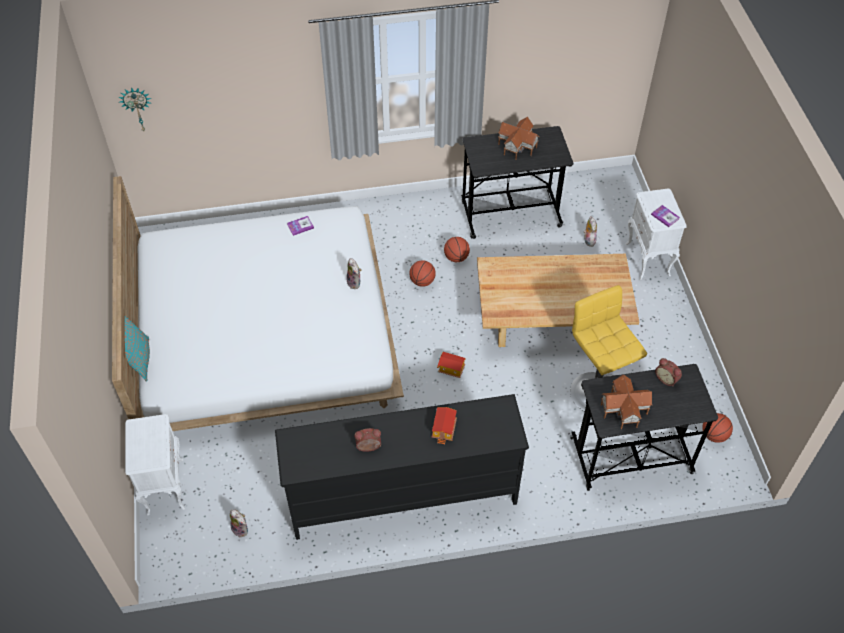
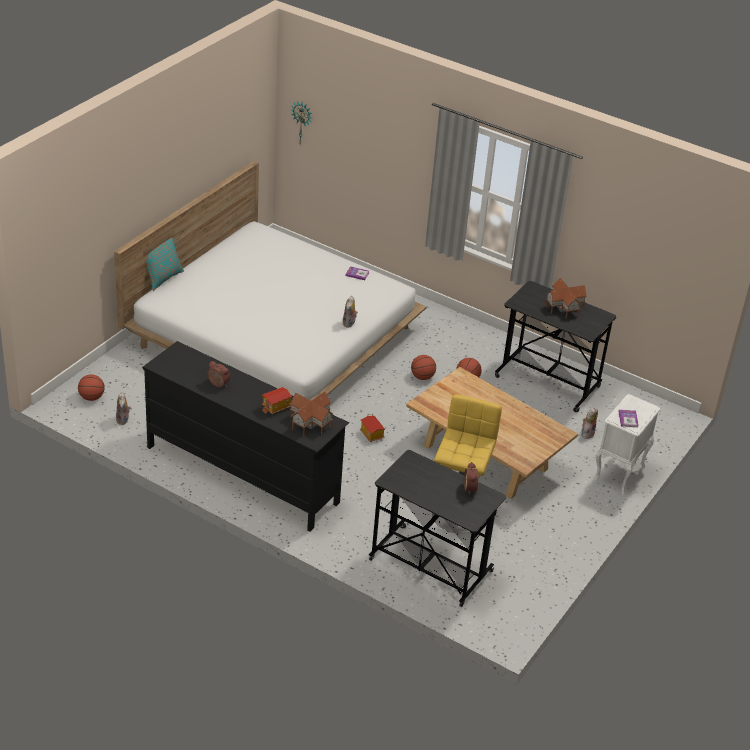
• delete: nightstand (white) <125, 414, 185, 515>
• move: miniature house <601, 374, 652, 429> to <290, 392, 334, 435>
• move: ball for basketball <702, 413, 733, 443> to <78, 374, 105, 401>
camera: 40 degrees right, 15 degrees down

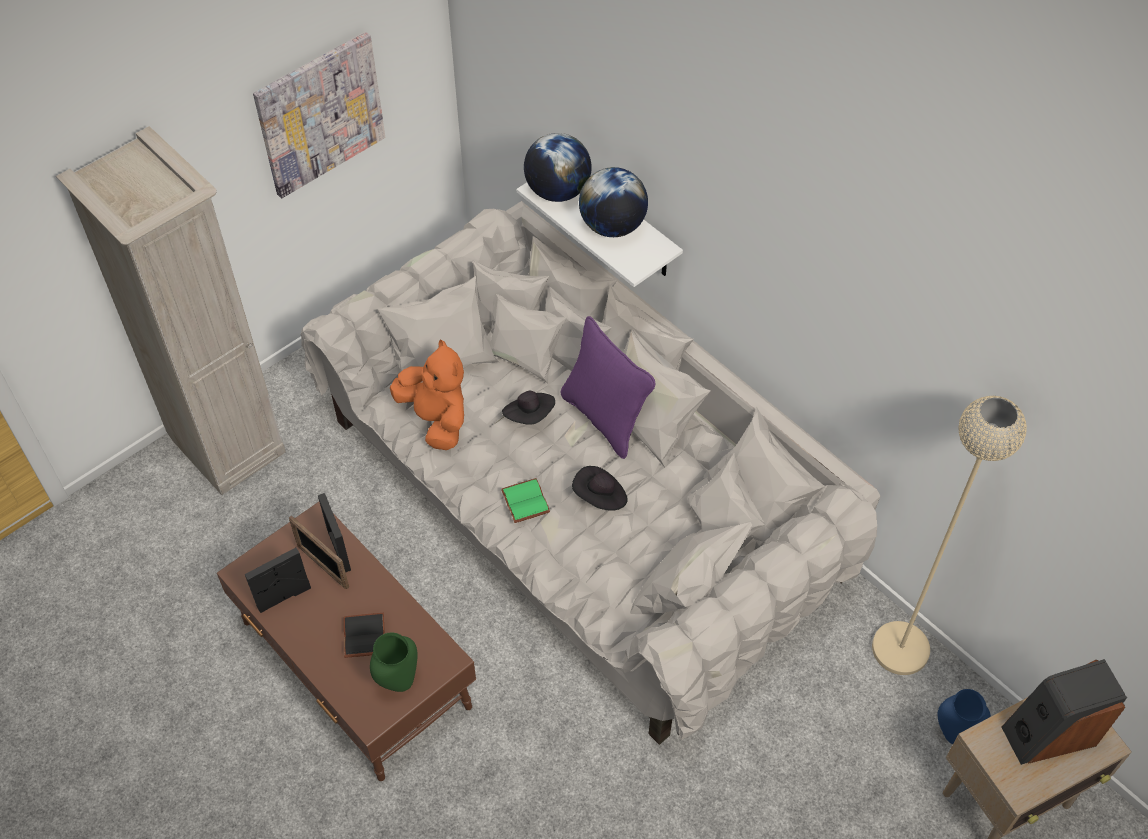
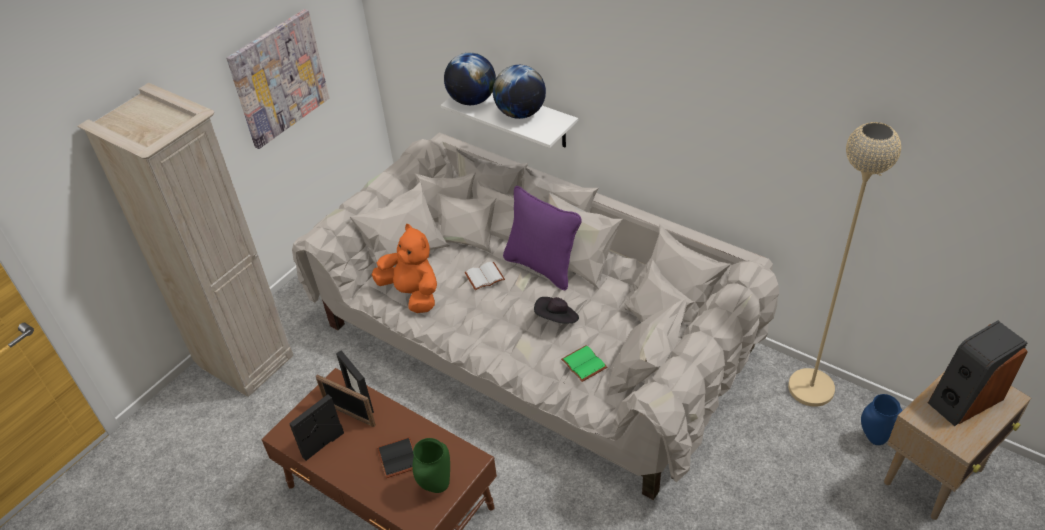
• move: volume (green) <501, 478, 550, 523> to <561, 345, 607, 382>
• replace: wearable hat (blackish) <502, 391, 555, 425> to volume (white) <464, 262, 505, 290>
camera: 10 degrees left, 10 degrees down

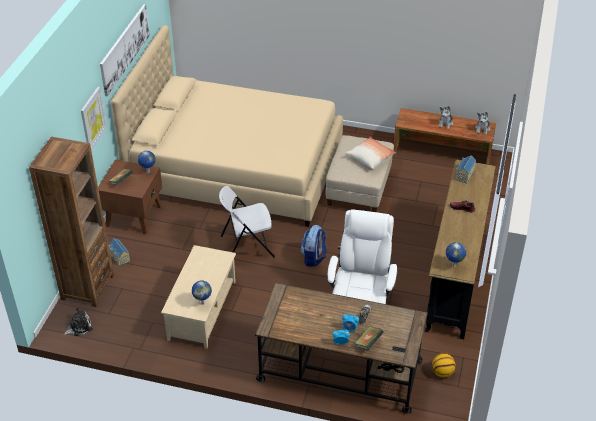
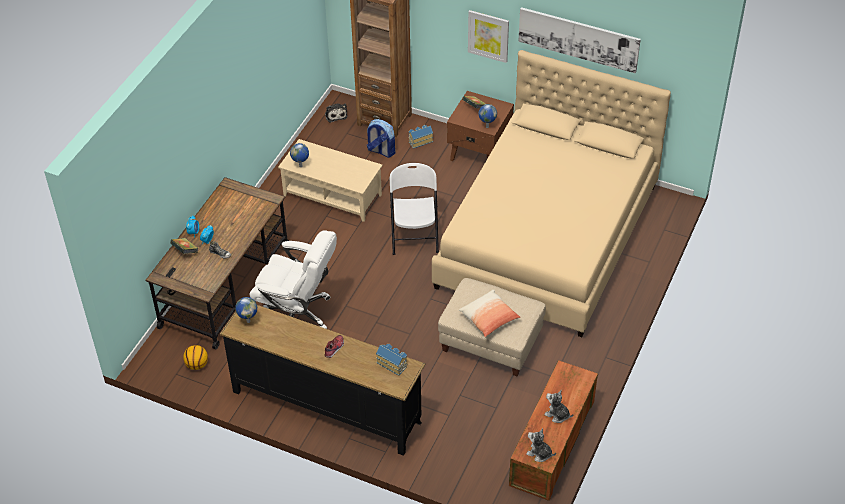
• move: rucksack <301, 225, 326, 267> to <367, 119, 395, 158>
camera: 100 degrees right, 5 degrees up

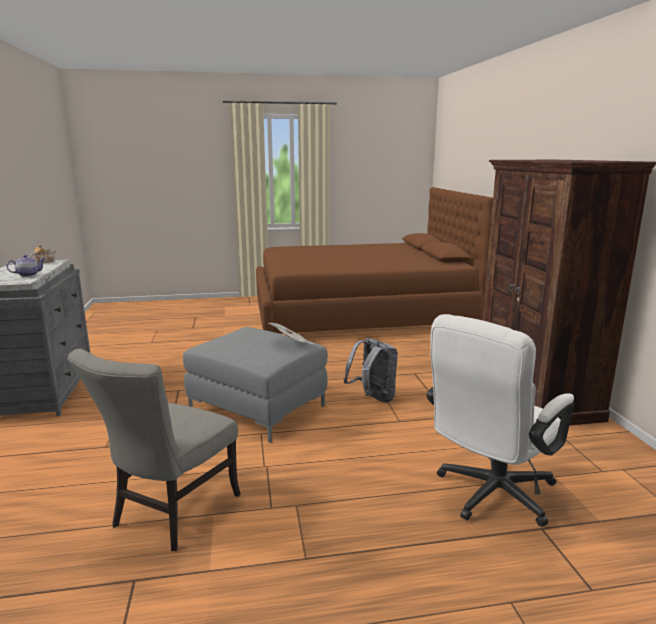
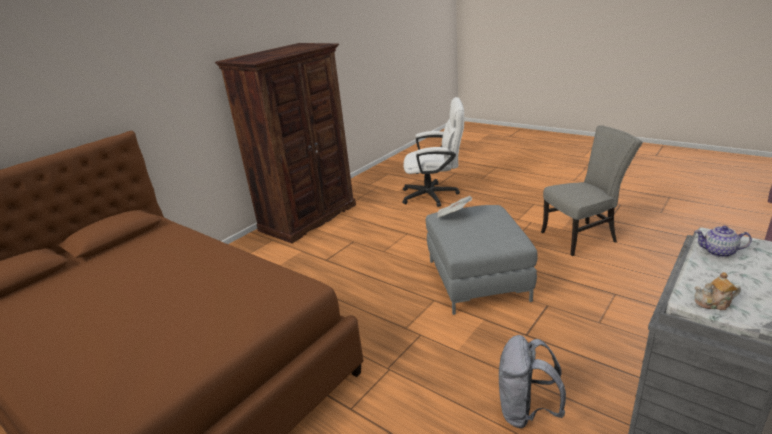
• move: rucksack (gray) <344, 338, 398, 403> to <499, 335, 566, 428>
camera: 130 degrees left, 10 degrees up

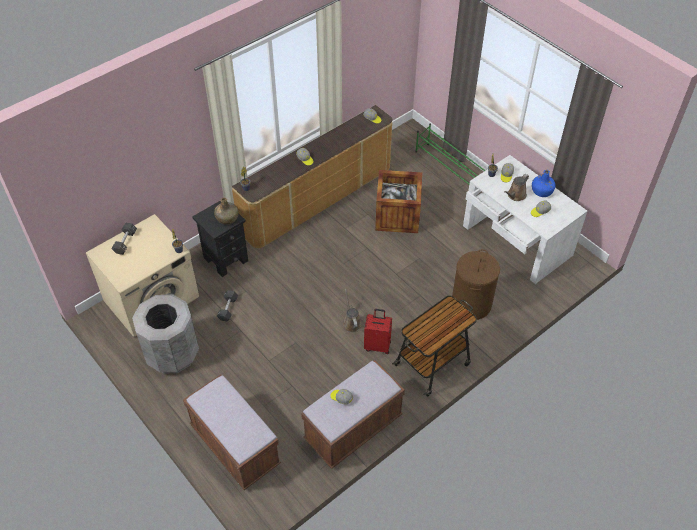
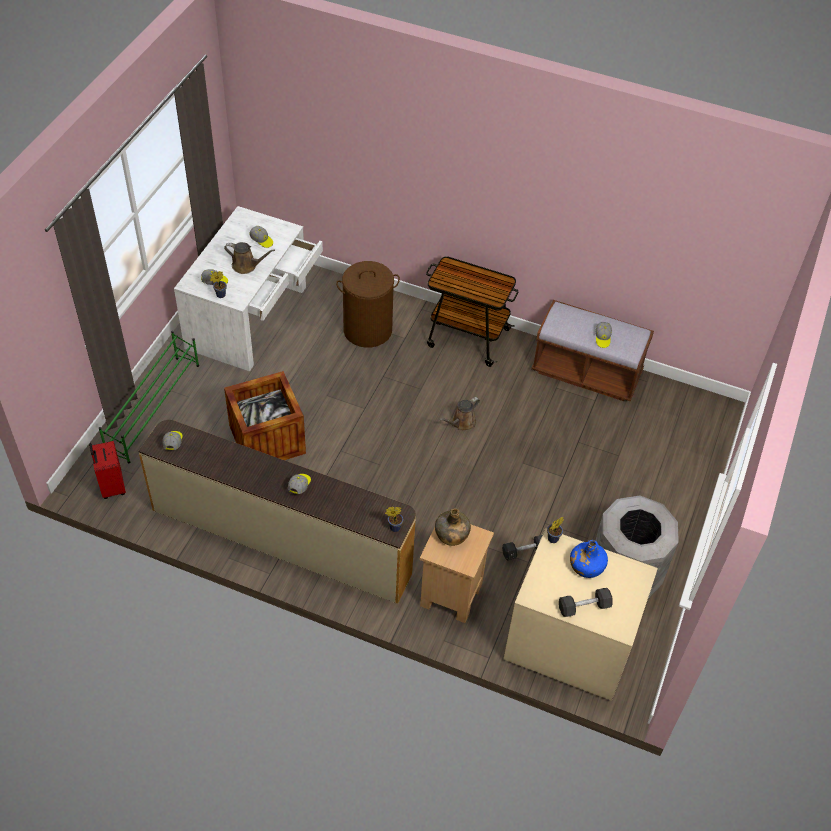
• delete: bench (brown-coloured) <183, 374, 281, 490>
• recolor: nightstand (blackish) <192, 201, 248, 277> to nightstand (beige) <420, 525, 494, 623>
• move: travel case (reddish) <364, 309, 392, 354> to <89, 441, 126, 499>
• move: bottle (blue) <532, 170, 555, 197> to <570, 540, 608, 578>
camera: 120 degrees left, 0 degrees up

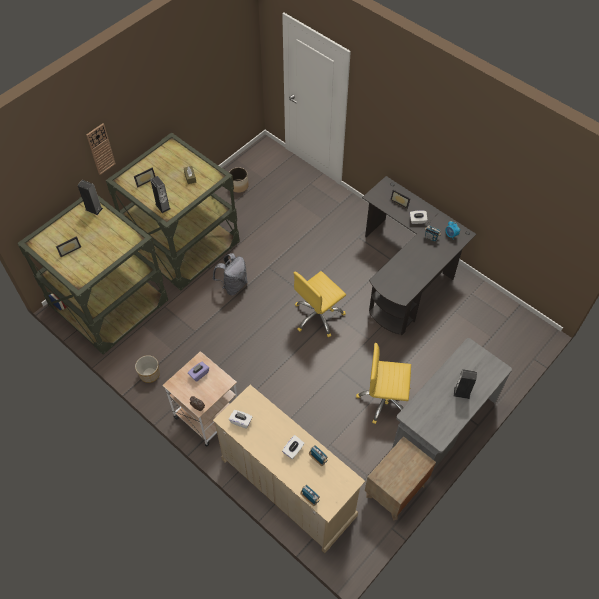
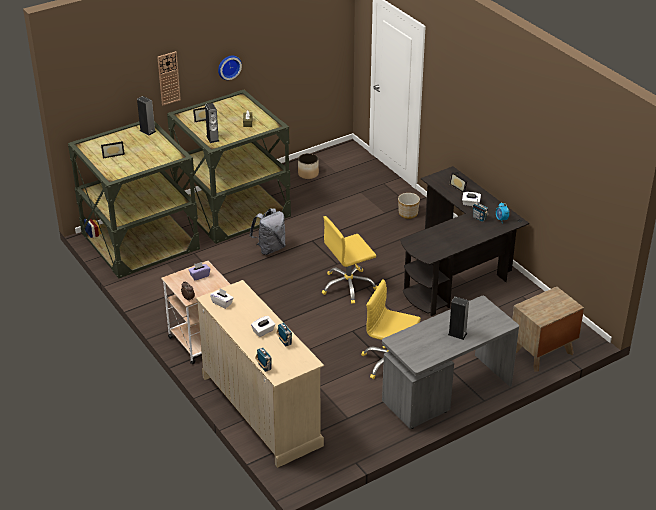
• move: plant pot <135, 355, 160, 383> to <398, 193, 420, 219>
• move: nightstand (brown-coloured) <365, 436, 436, 520> to <512, 287, 584, 371>
• insert: clock on the wall <218, 56, 242, 80>
camera: 15 degrees right, 20 degrees down

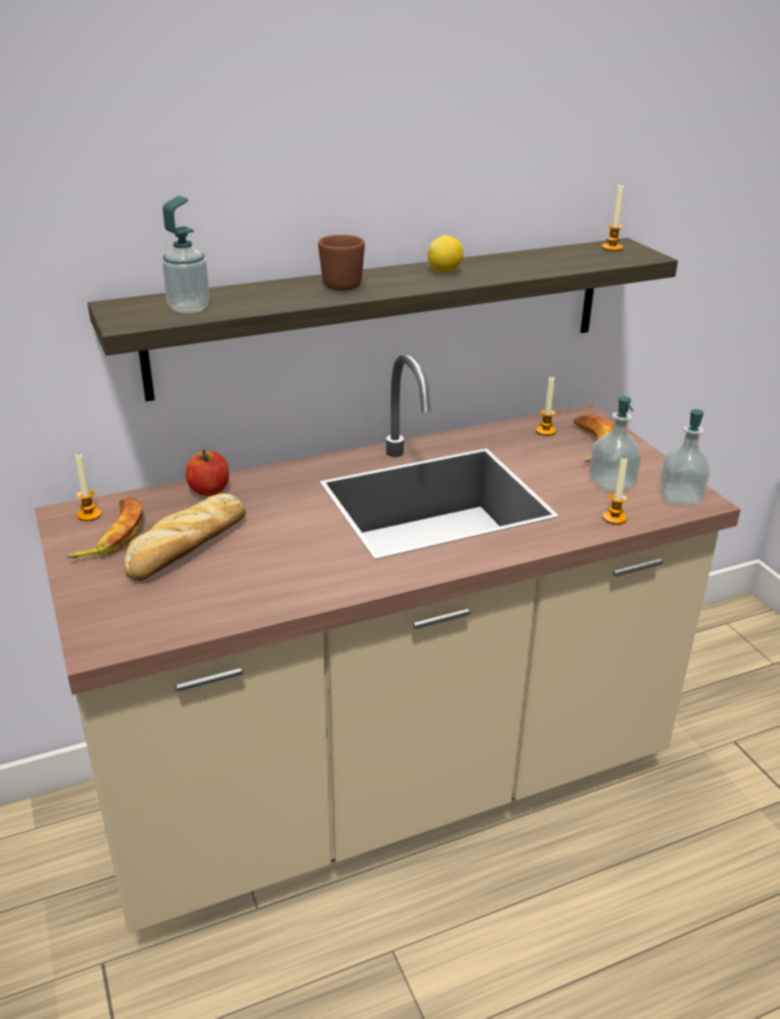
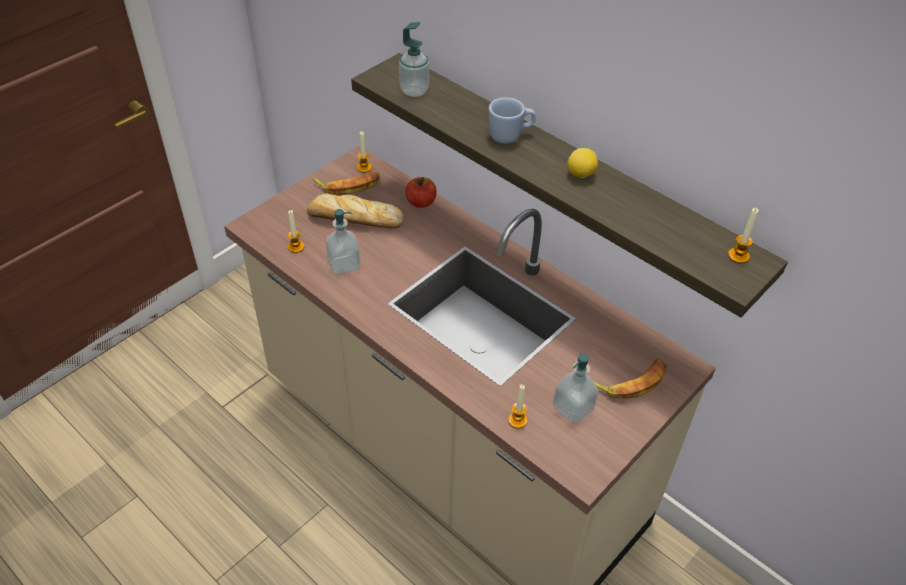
• recolor: coffee mug (brown-coloured) <318, 235, 365, 291> to coffee mug (blue) <489, 97, 536, 144>
• move: wax light <536, 377, 556, 436> to <288, 210, 304, 253>
• move: soap dispenser <659, 409, 710, 506> to <326, 209, 361, 274>
camera: 65 degrees right, 15 degrees up

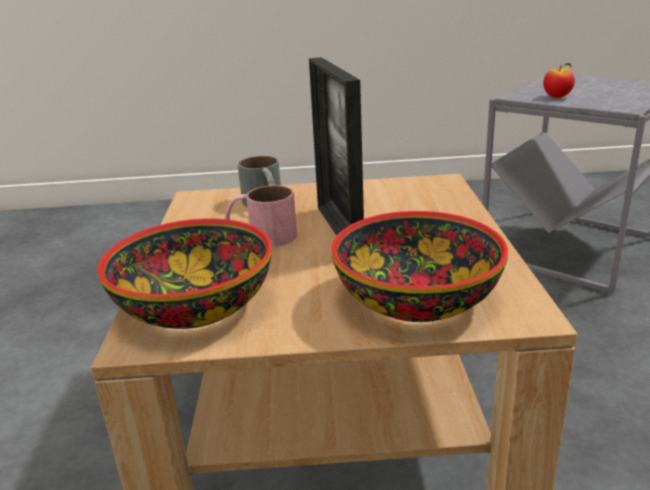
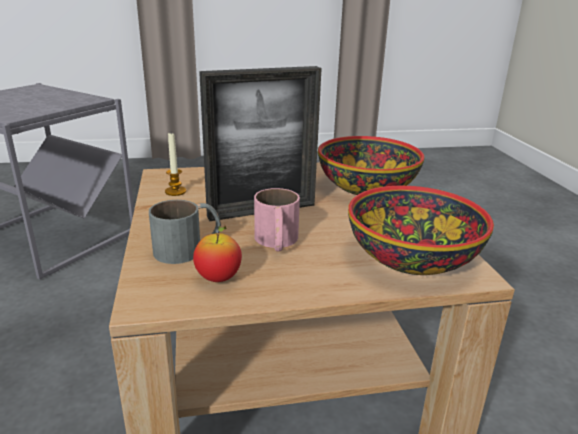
• move: whole apple <543, 63, 575, 98> to <193, 225, 242, 282>
• insert: wax light <165, 133, 186, 196>
camera: 100 degrees left, 0 degrees up

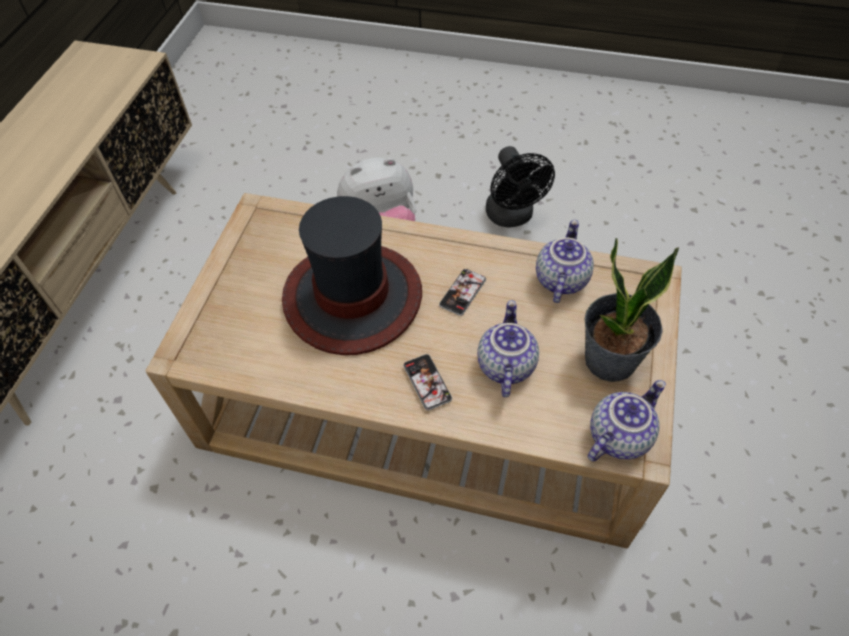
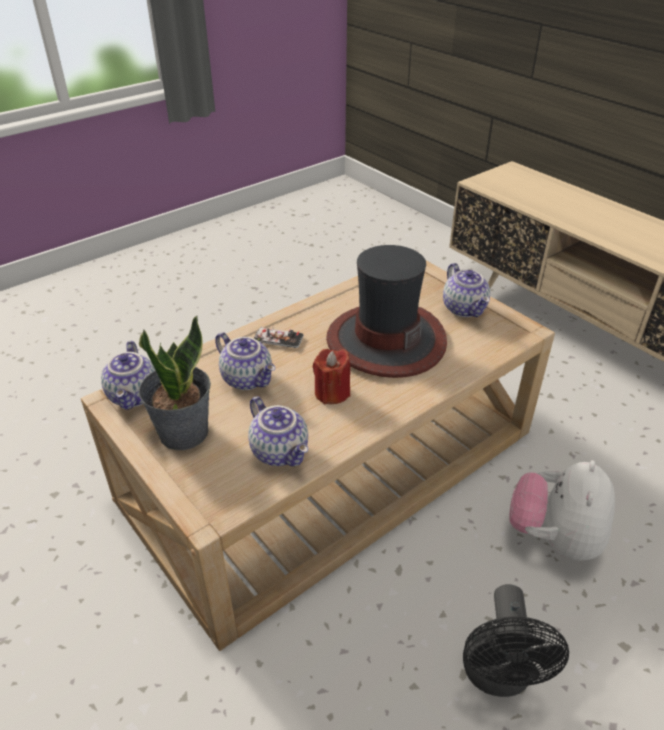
• replace: telephone <439, 269, 486, 316> to wax light (reddish) <313, 349, 350, 404>
• rotate: electric fan (blackish) <486, 146, 555, 228> = <463, 584, 569, 697> 105 degrees counterclockwise
• insert: teapot <443, 263, 490, 317>
camera: 125 degrees right, 15 degrees down

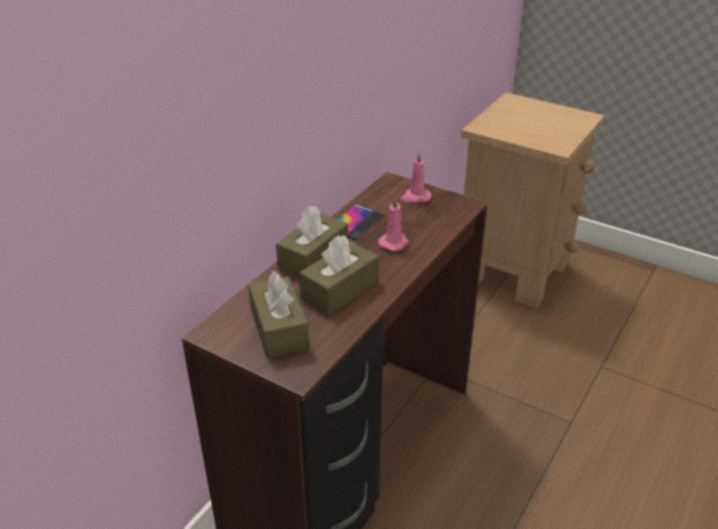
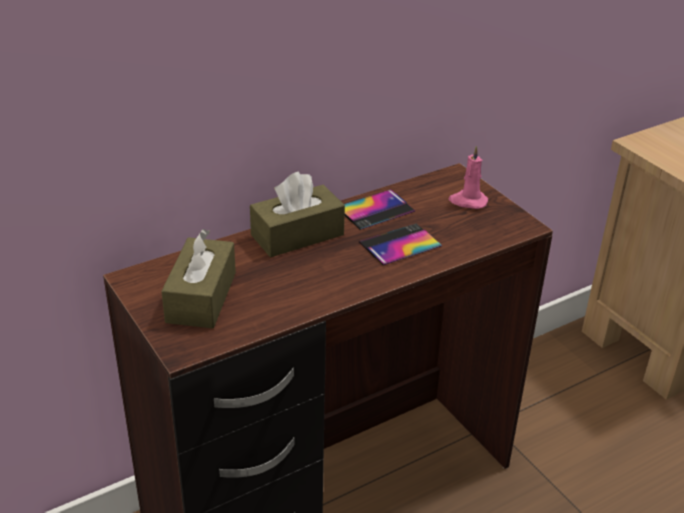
• delete: tissue holder (brown-coloured) <299, 235, 379, 315>
• replace: wax light (pinkish) <378, 196, 409, 251> to telephone <359, 223, 442, 265>
camera: 25 degrees right, 0 degrees up

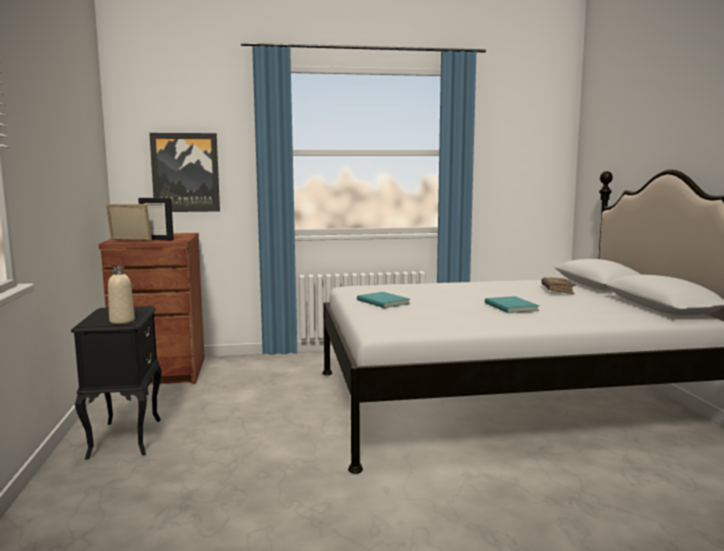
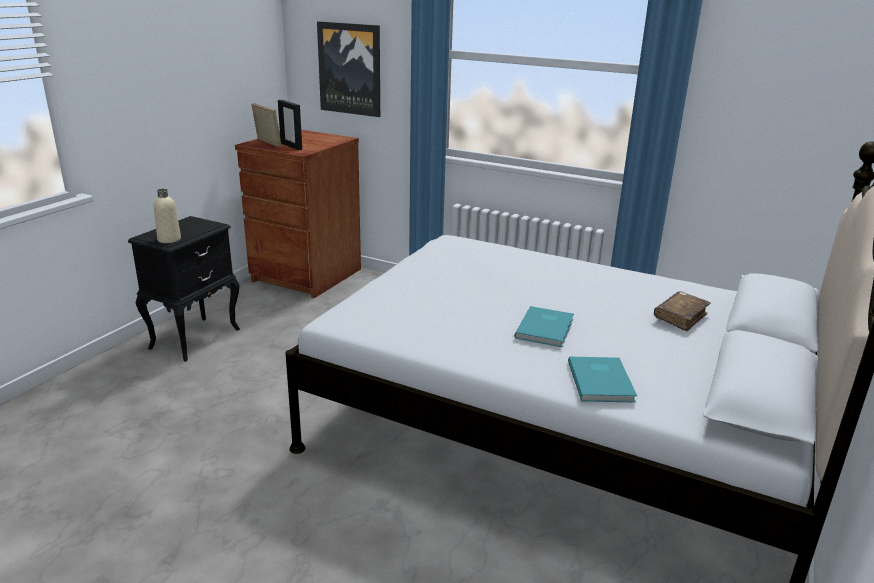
• move: volume (blue-green) <357, 292, 411, 308> to <568, 357, 637, 403>
camera: 35 degrees right, 15 degrees up

